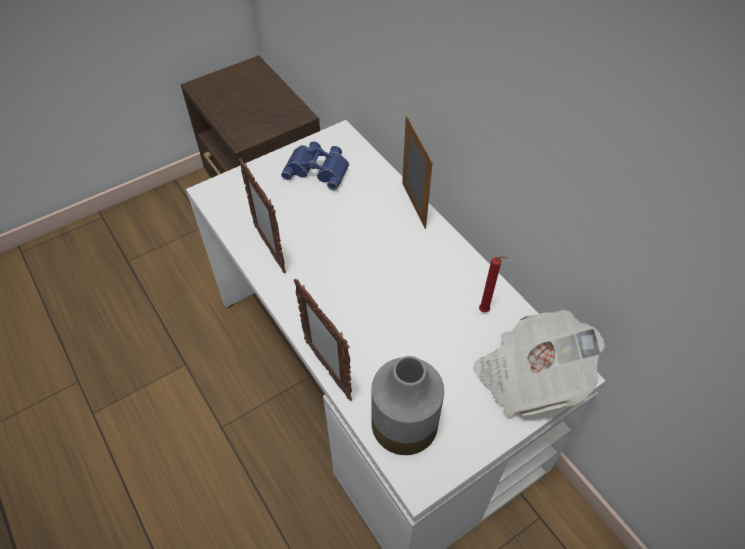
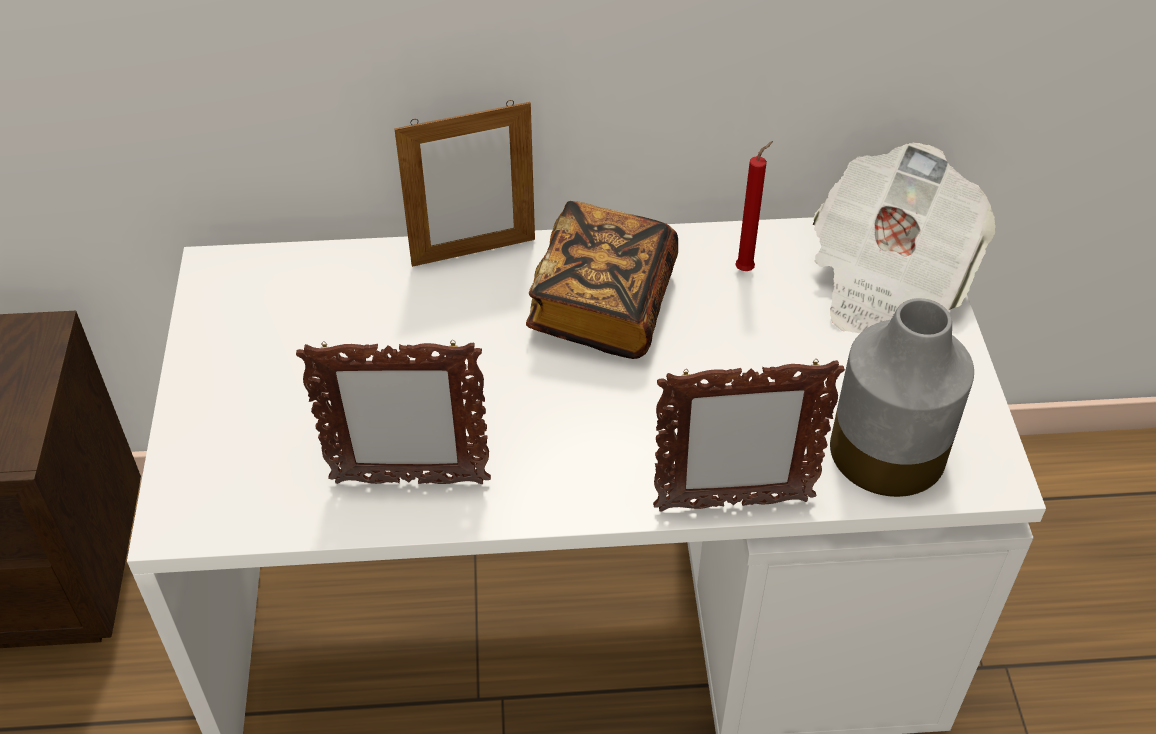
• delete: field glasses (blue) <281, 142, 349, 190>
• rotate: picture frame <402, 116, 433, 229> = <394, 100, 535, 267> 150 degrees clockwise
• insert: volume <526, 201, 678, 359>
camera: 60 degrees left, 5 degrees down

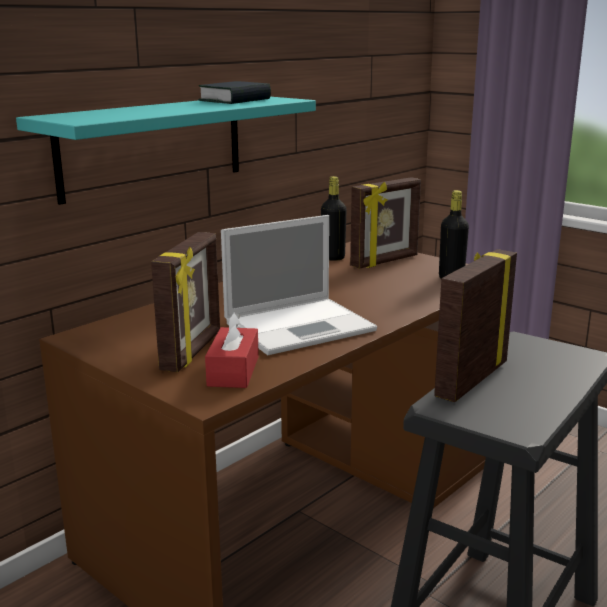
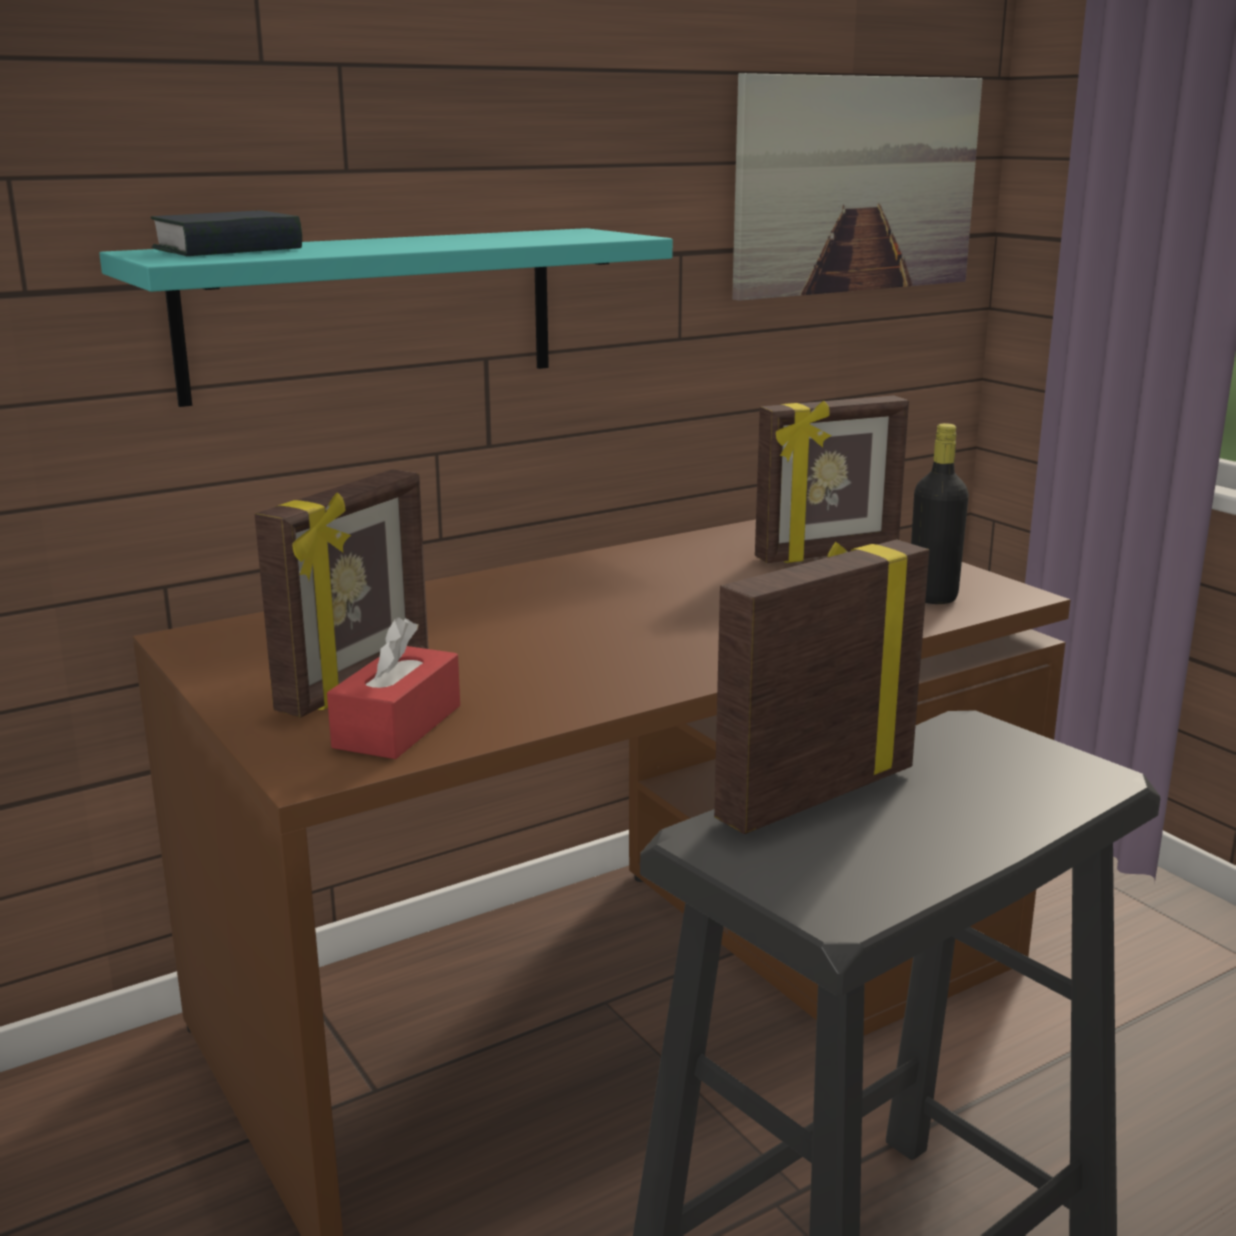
• move: volume <198, 81, 271, 104> to <151, 210, 302, 256>
• delete: portable computer <221, 215, 377, 355>
• delete: bottle (blackish) <321, 176, 347, 261>
• insert: picture <732, 73, 982, 301>
camera: 15 degrees right, 0 degrees up

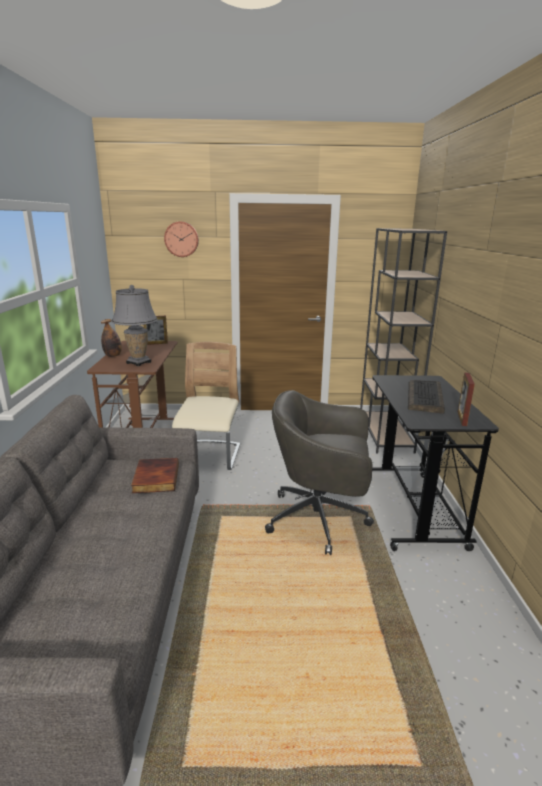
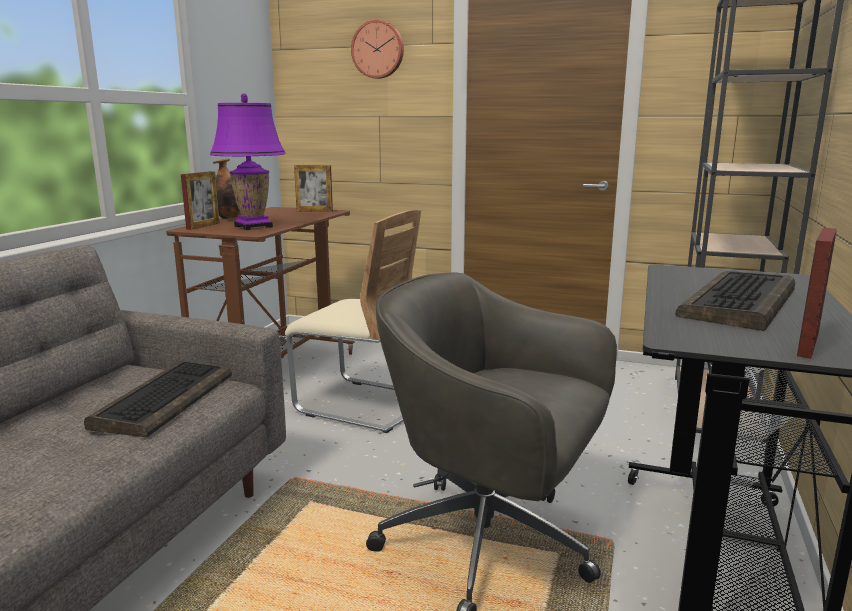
• recolor: lamp for a table (gray) <112, 285, 158, 367> to lamp for a table (purple) <210, 94, 286, 230>
• replace: volume <131, 458, 179, 493> to keyboard <84, 361, 232, 437>
• rotate: plain chair (beige) <172, 342, 240, 470> = <285, 210, 421, 433> 90 degrees clockwise
• insert: picture frame <181, 171, 220, 230>
camera: 20 degrees right, 5 degrees down

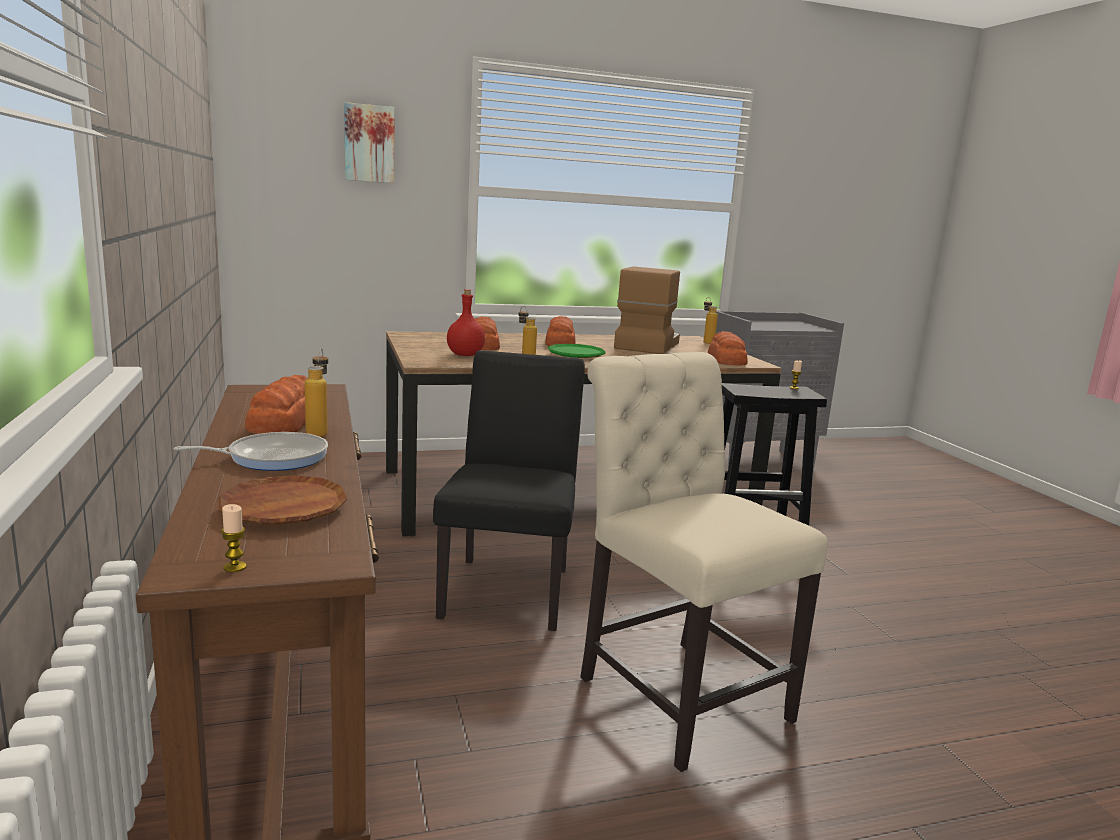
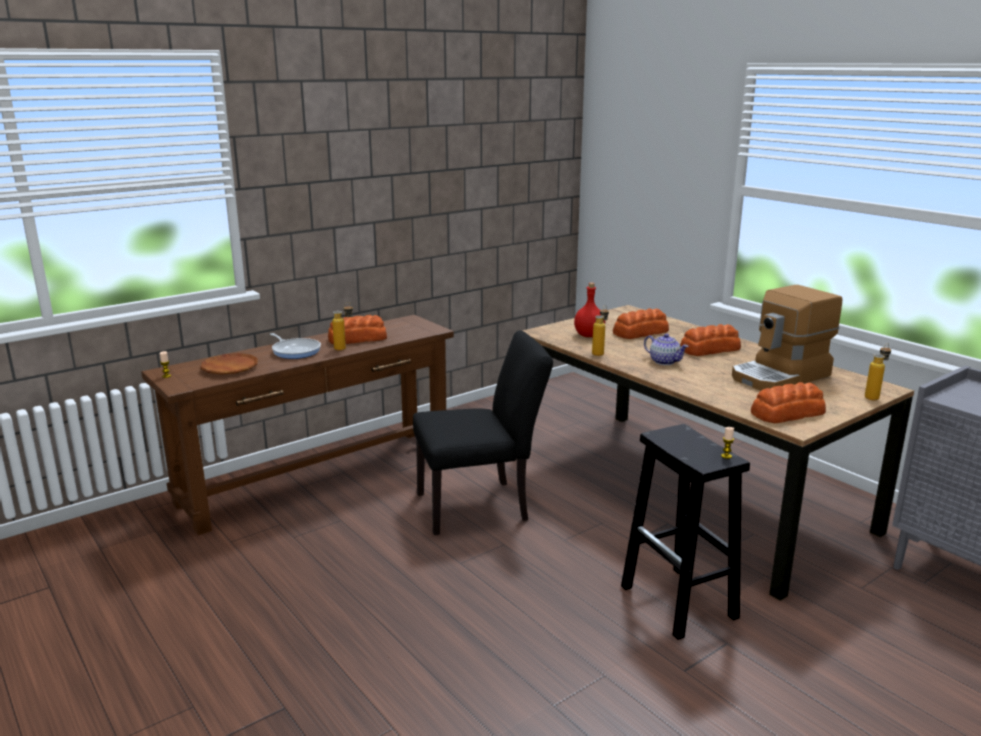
• delete: picture <344, 102, 395, 183>
• replace: dinner plate (green) <548, 344, 606, 358> to teapot <644, 334, 689, 365>
• delete: plain chair (beige) <580, 352, 828, 772>
• rotate: coffee machine <614, 266, 680, 354> = <732, 285, 842, 391> 150 degrees clockwise
camera: 70 degrees right, 5 degrees up

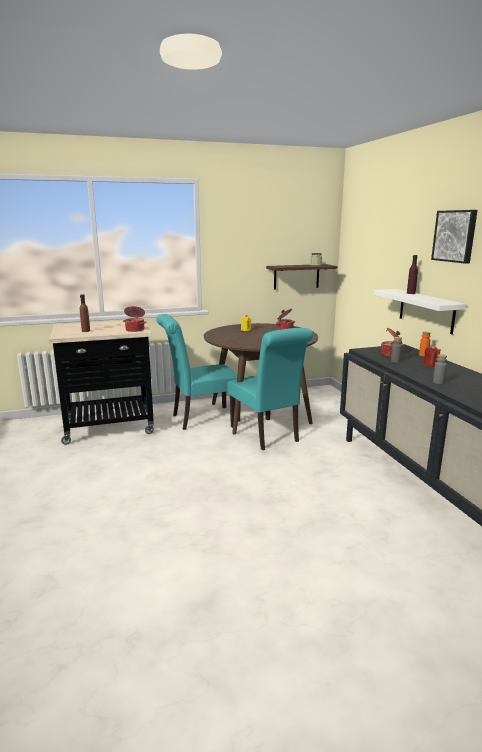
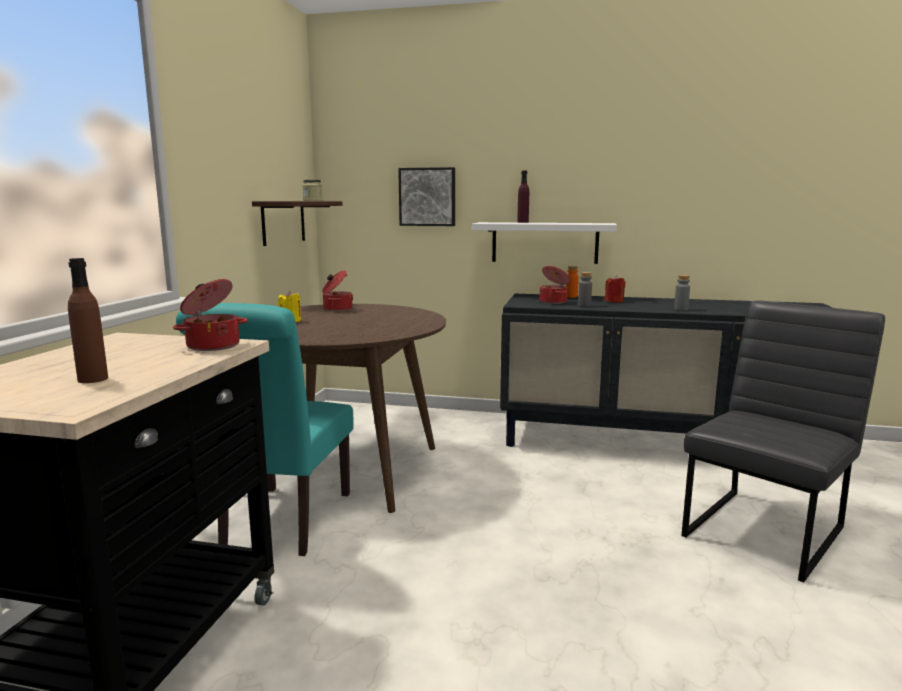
• delete: plain chair (blue-green) <227, 328, 313, 450>
• move: picture <431, 210, 478, 264> to <398, 167, 455, 226>
• insert: plain chair (gray) <681, 300, 885, 583>
camera: 60 degrees left, 5 degrees down

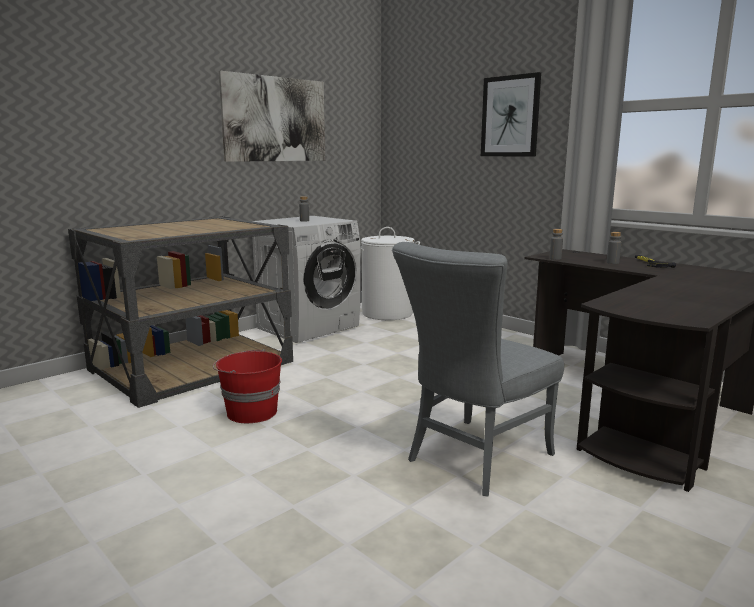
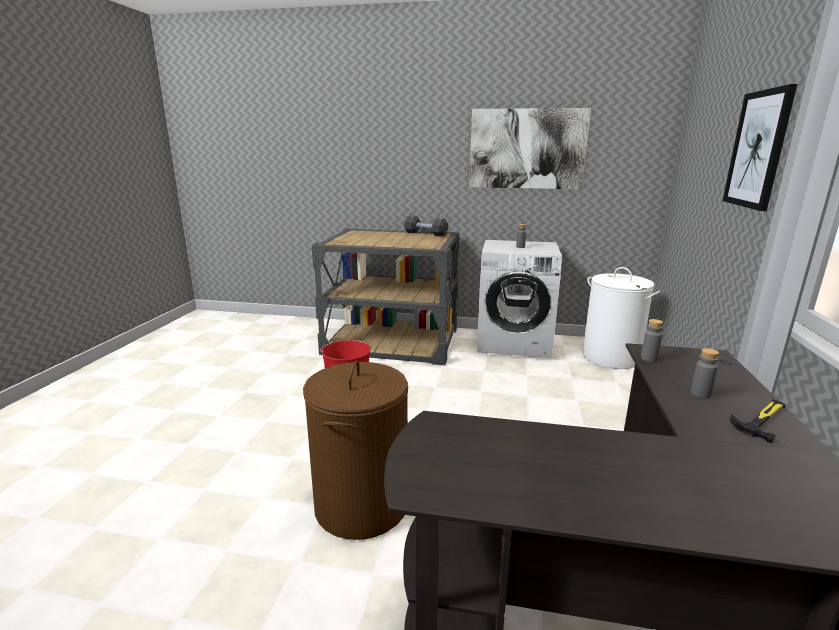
• replace: plain chair (gray) <392, 242, 564, 497> to laundry basket (brown-coloured) <303, 361, 408, 540>
• insert: dumbbell (blackish) <404, 215, 448, 236>
camera: 55 degrees right, 5 degrees up

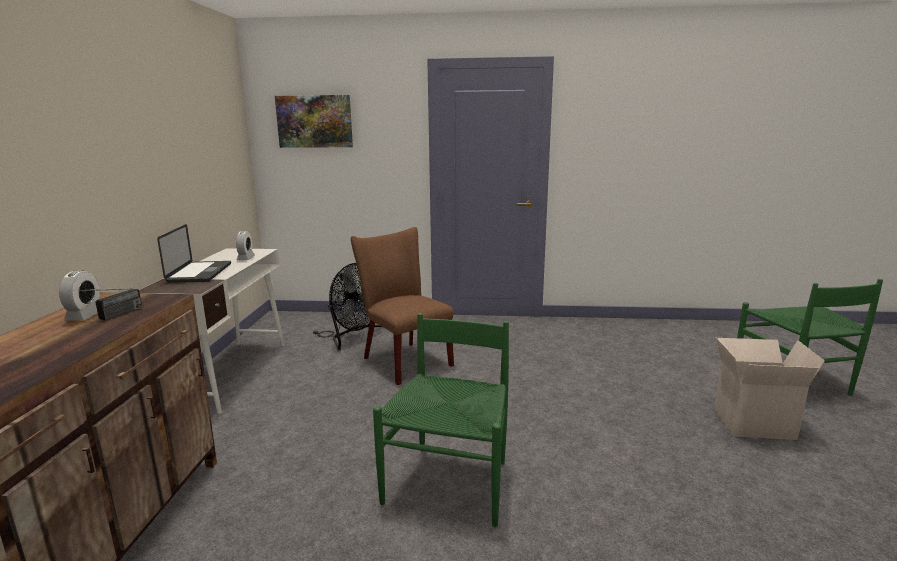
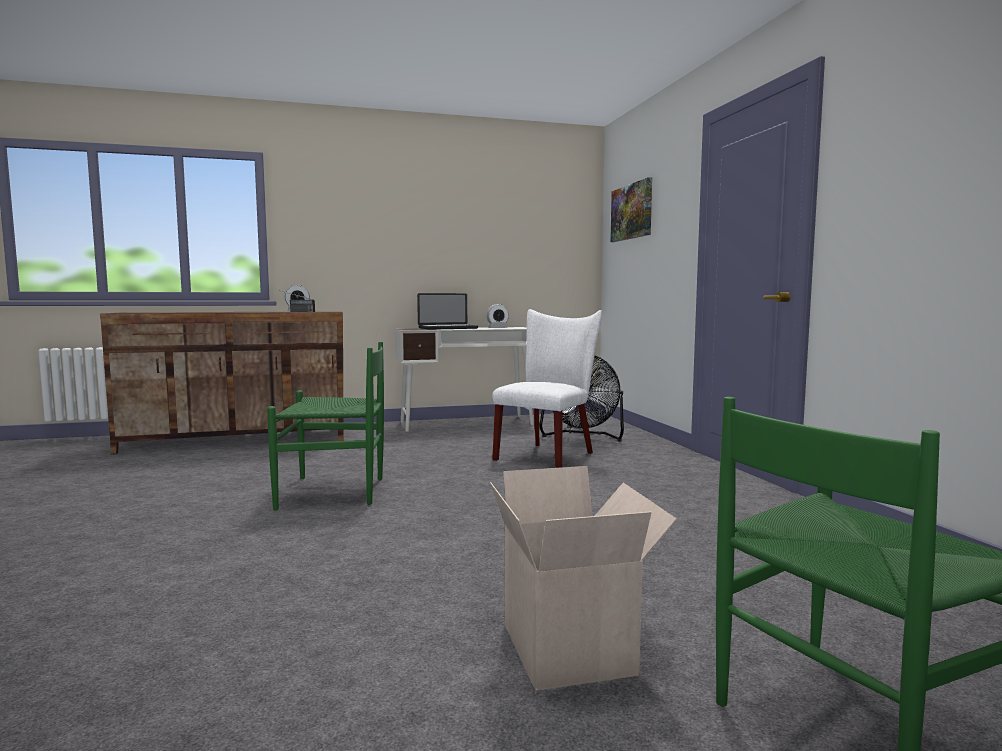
• recolor: plain chair (brown-coloured) <351, 227, 454, 385> to plain chair (white) <492, 309, 602, 468>
camera: 70 degrees right, 10 degrees down

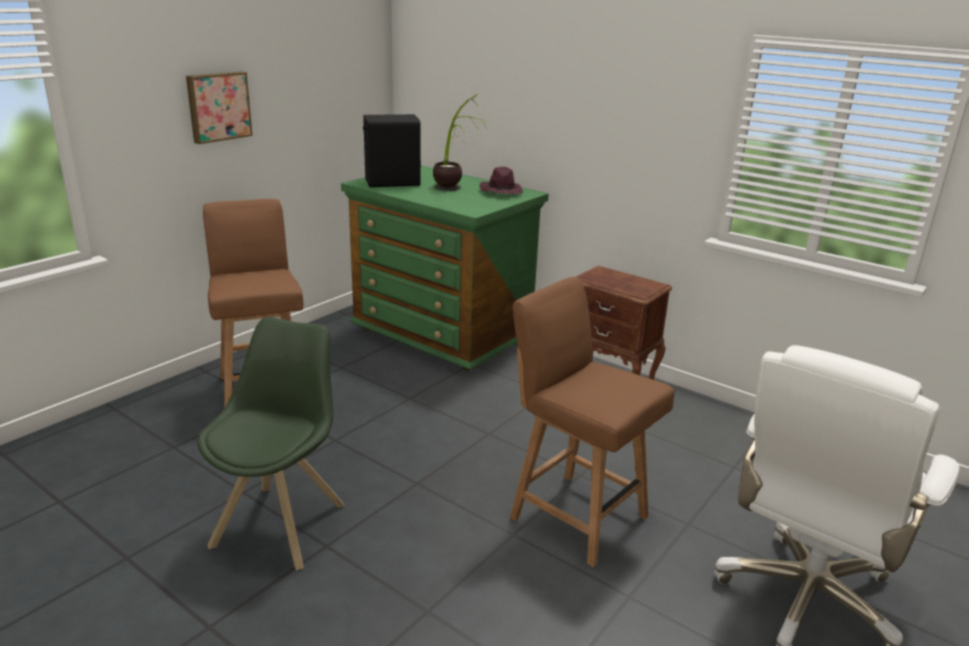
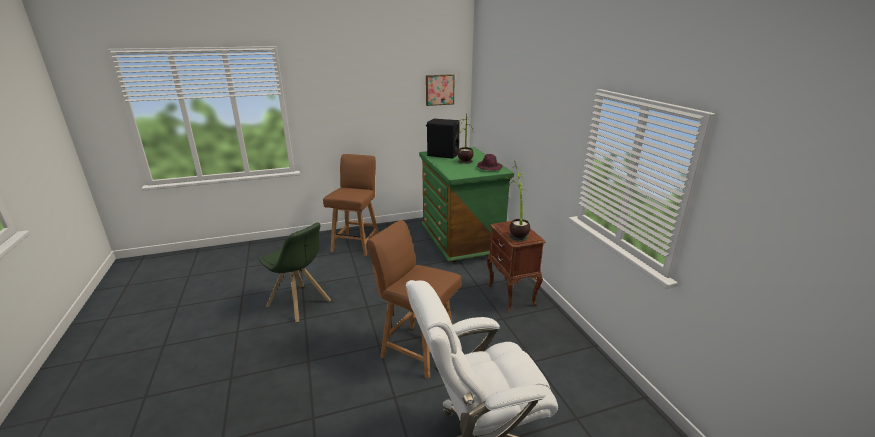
• move: picture <186, 71, 253, 144> to <426, 74, 455, 106>
• rotate: plain chair (green) <197, 317, 345, 571> = <259, 222, 331, 322> 75 degrees clockwise
• rotate: plain chair (brown-coloured) <510, 277, 674, 567> = <367, 220, 461, 379> 45 degrees counterclockwise
• insert: plant in a pot <504, 160, 530, 241>
camera: 35 degrees right, 0 degrees up

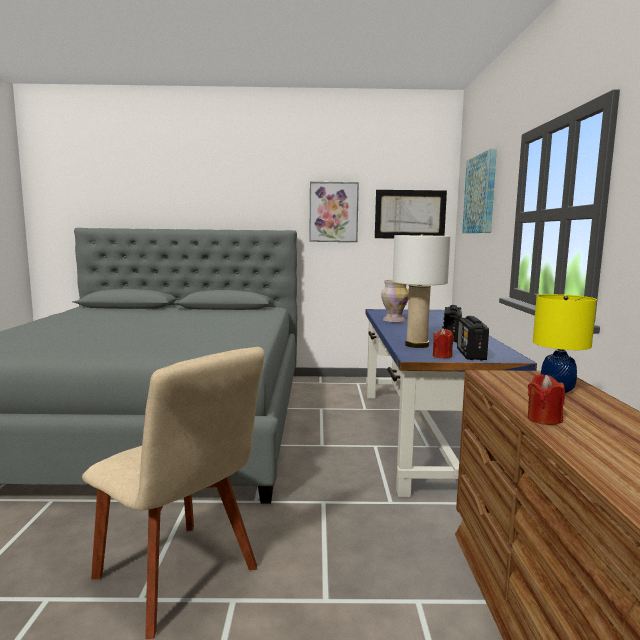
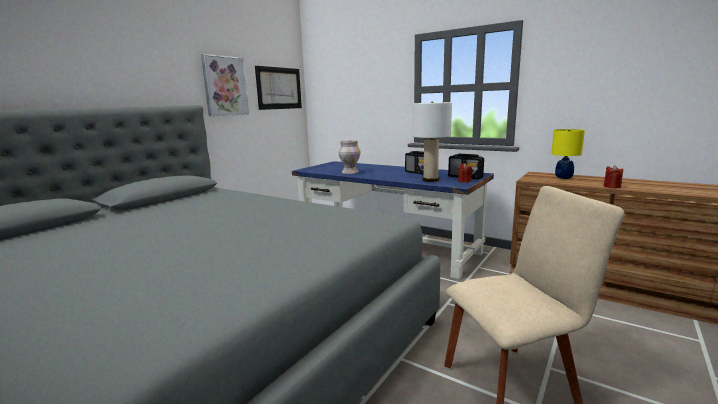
• delete: picture <462, 148, 497, 233>
camera: 55 degrees left, 5 degrees up

